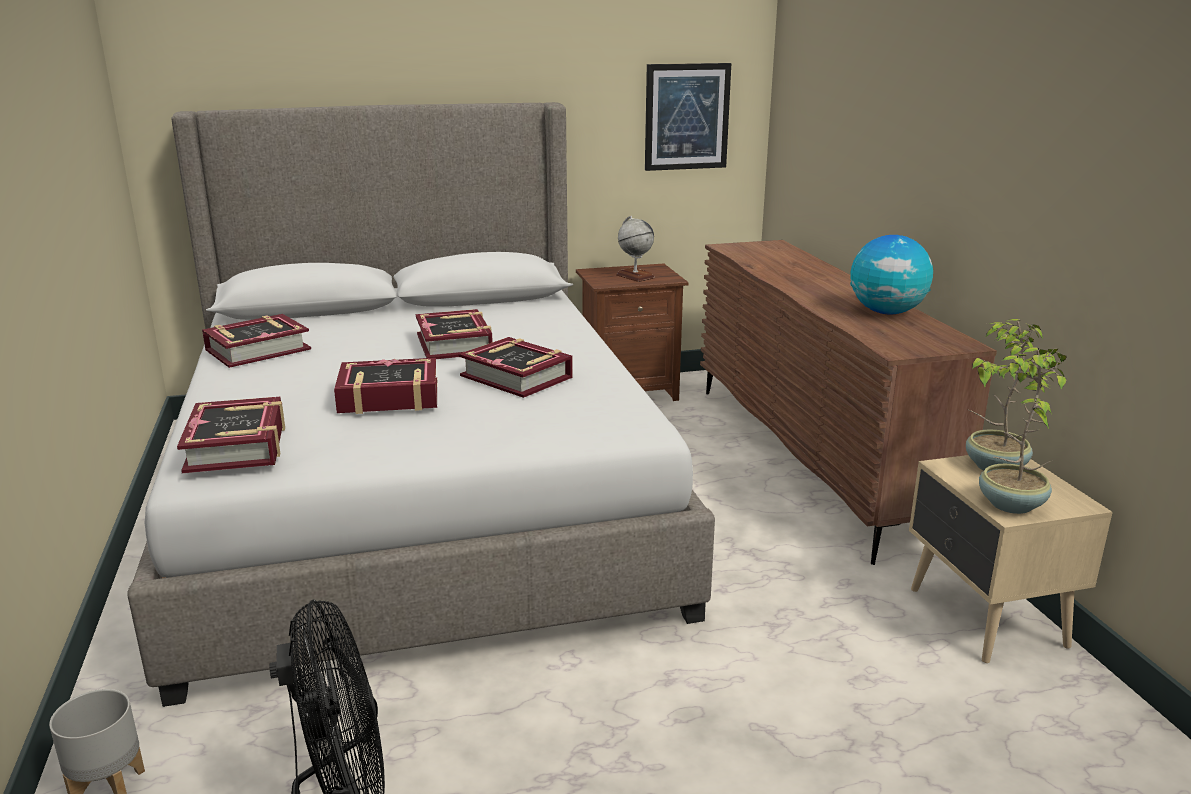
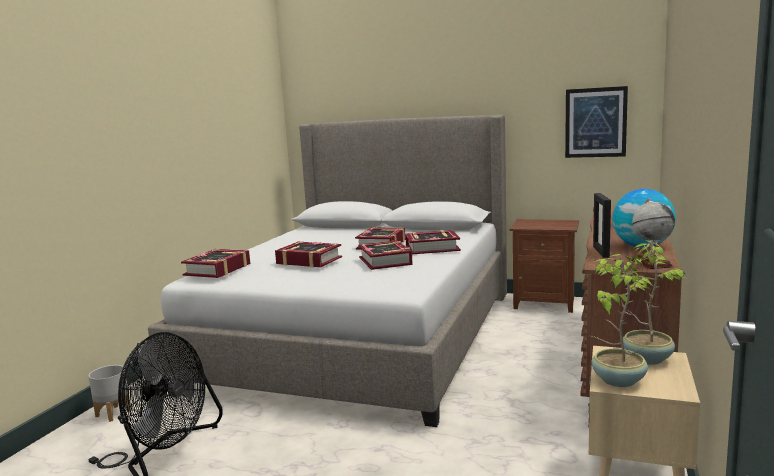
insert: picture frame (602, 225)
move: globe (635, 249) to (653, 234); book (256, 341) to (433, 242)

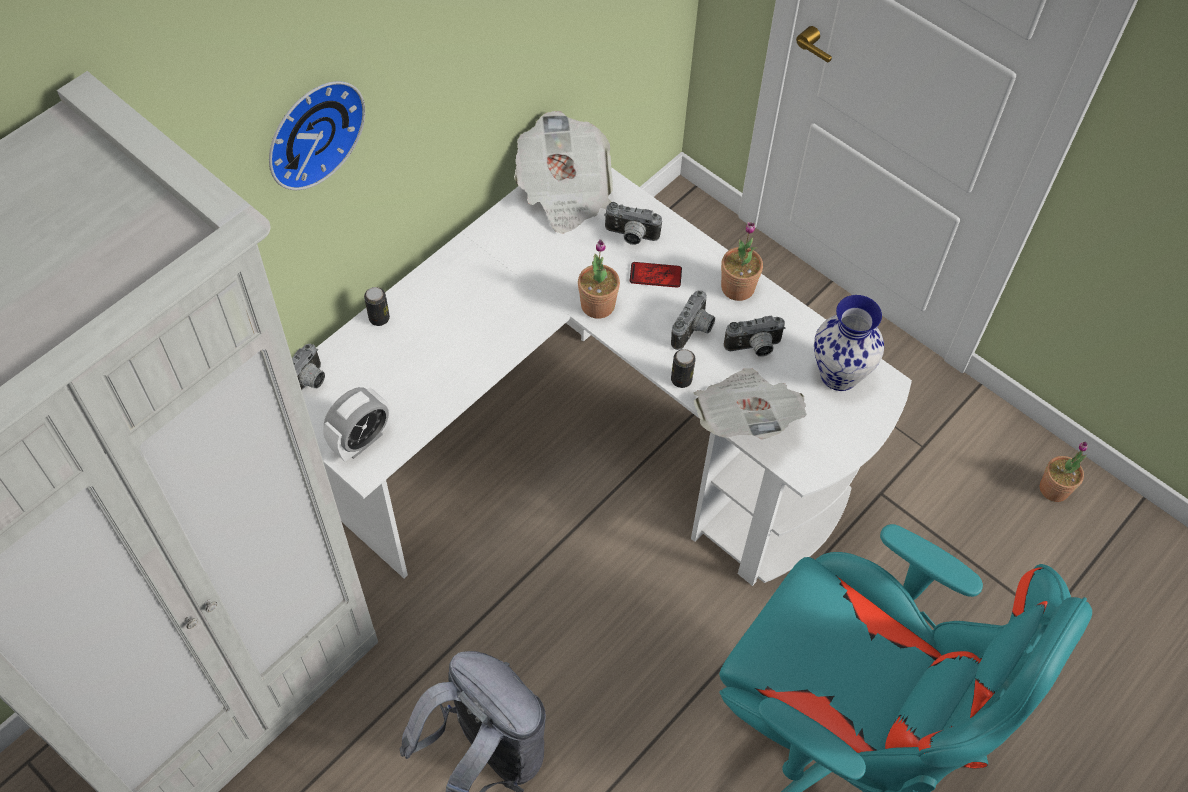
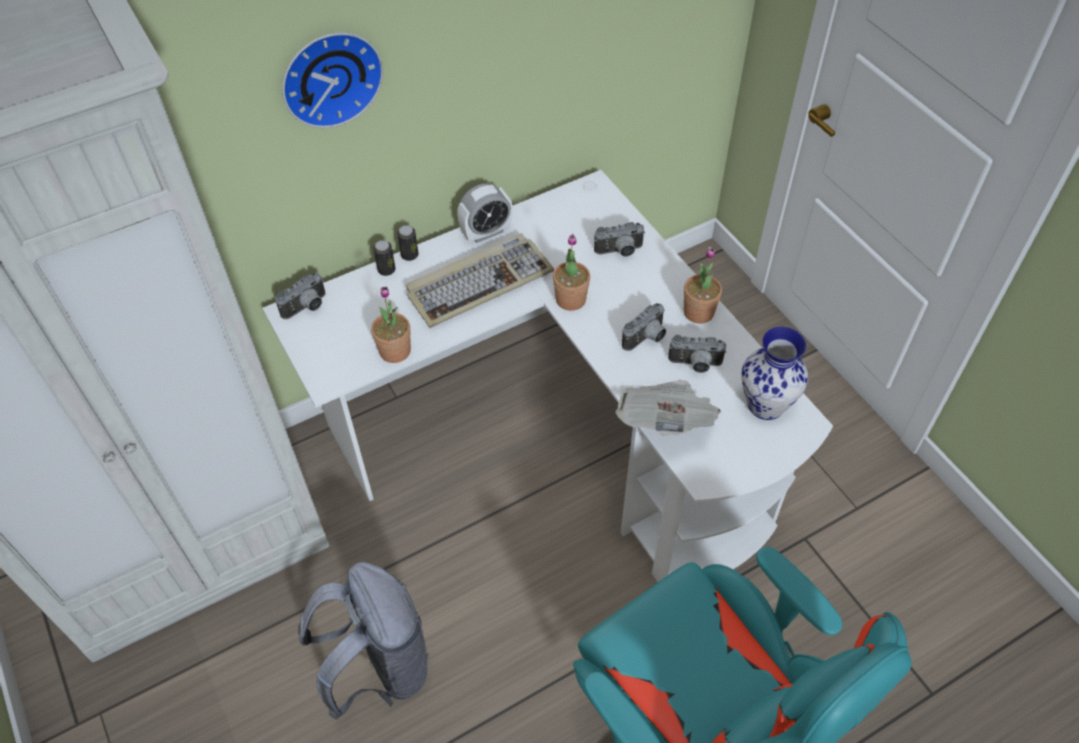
delete: newspaper (563, 172); phone (656, 275)
insert: keyboard (480, 280)
move: can (683, 368) to (408, 243); alarm clock (356, 424) to (485, 213); potted plant (1064, 471) to (391, 325)
rotate: photo camera (633, 223) = (619, 239) 45 degrees counterclockwise

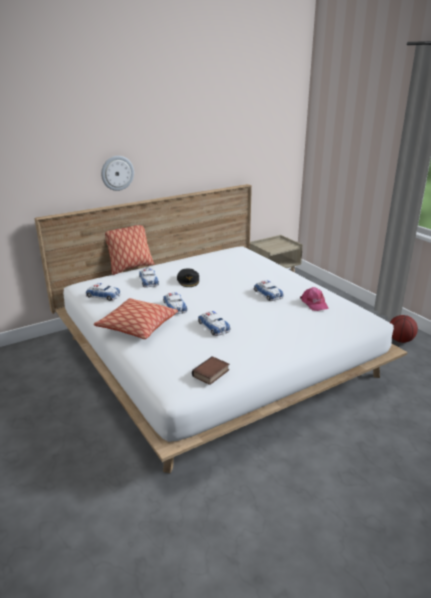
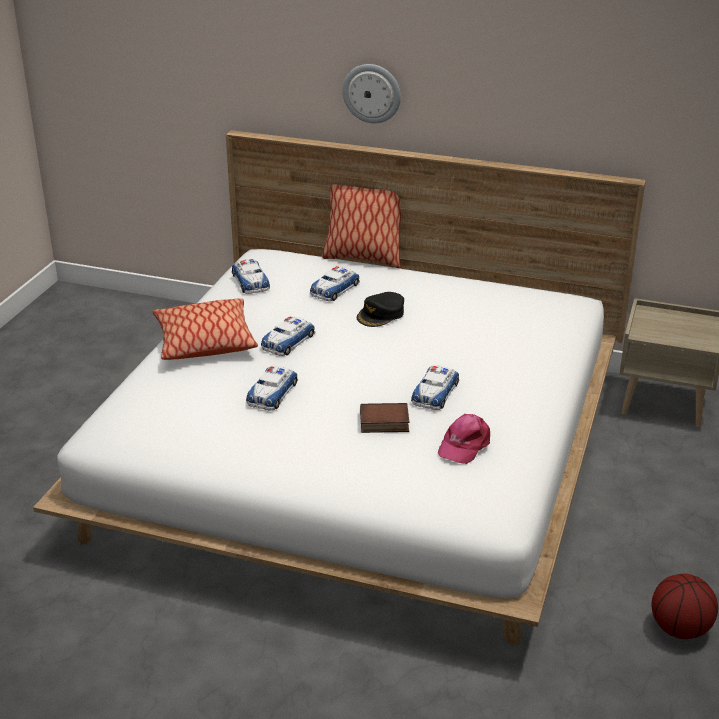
move: book (210, 370) to (384, 418)

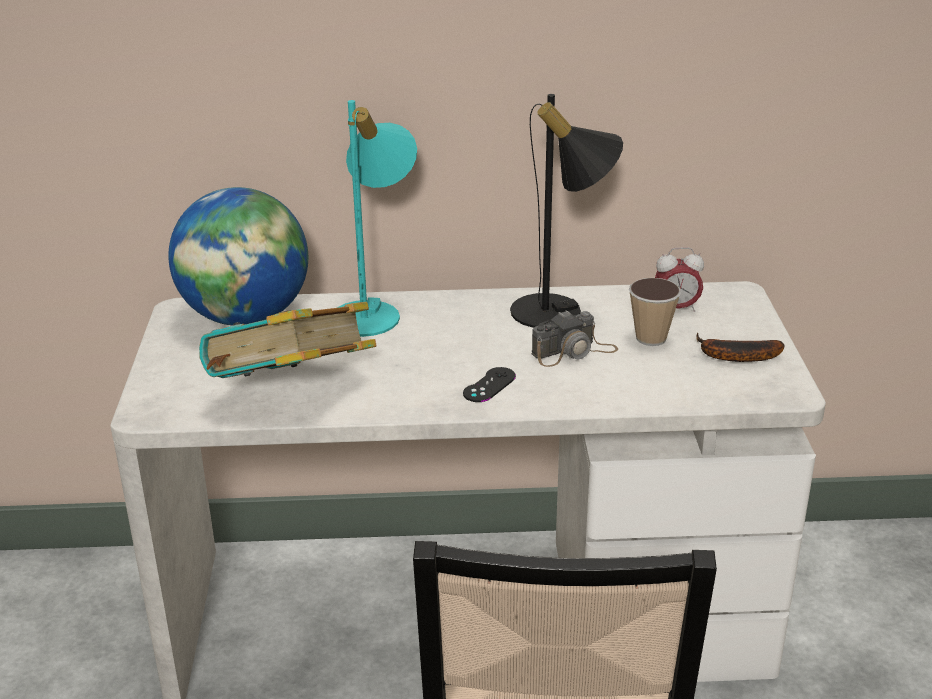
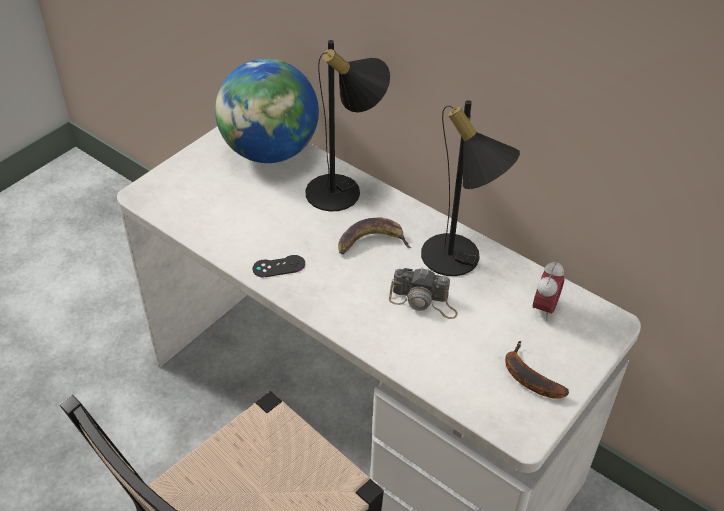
delete: cup (655, 312); book (288, 340)
insert: banana (374, 236)
move: black game controller (489, 384) to (279, 266)
recolor: turquoise table lamp (377, 218) to black table lamp (347, 126)
rotate: alarm clock (679, 279) = (549, 291) 105 degrees counterclockwise

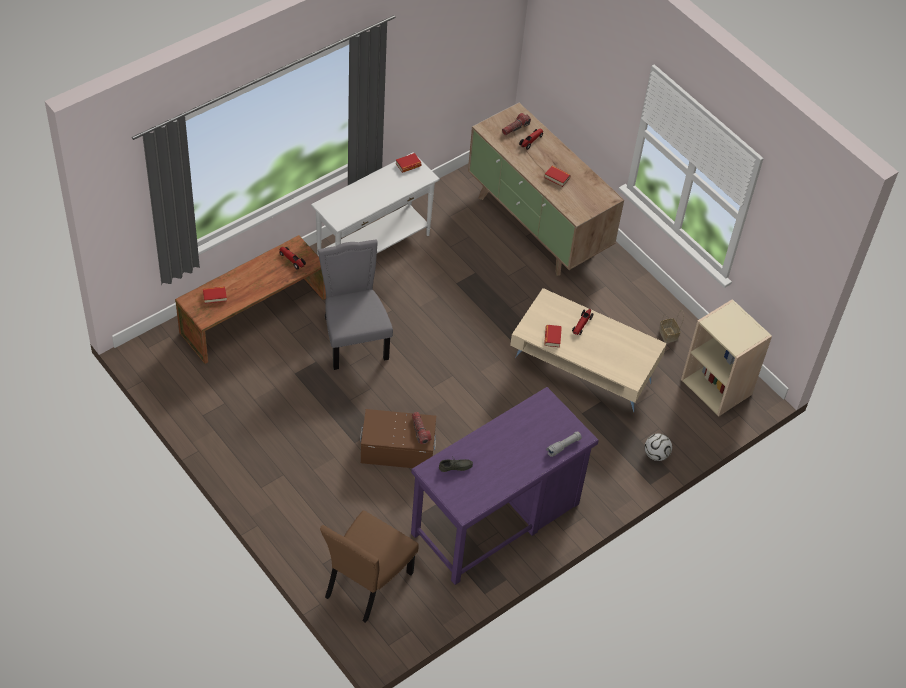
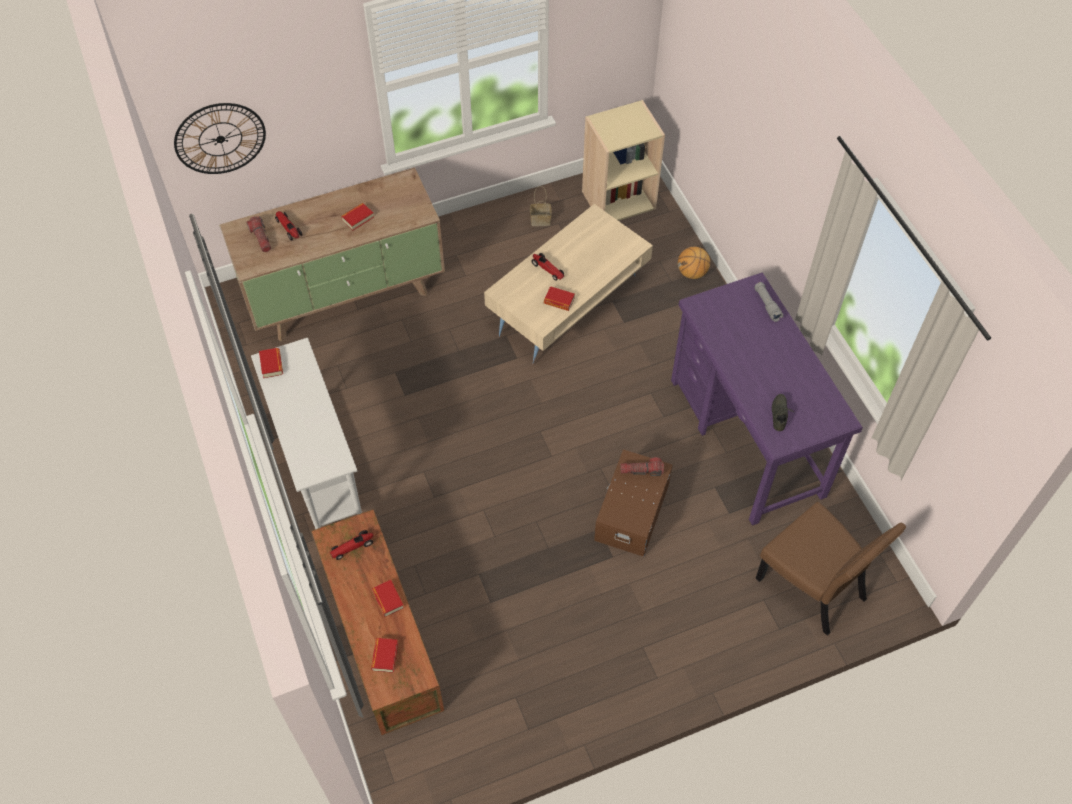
delete: grey chair (355, 304)
insert: wall clock (220, 138); book (388, 598)
replace: football (658, 447) to basketball (694, 263)

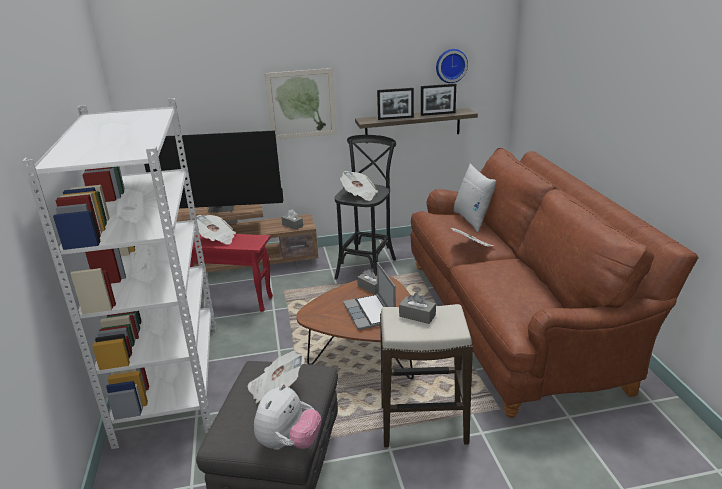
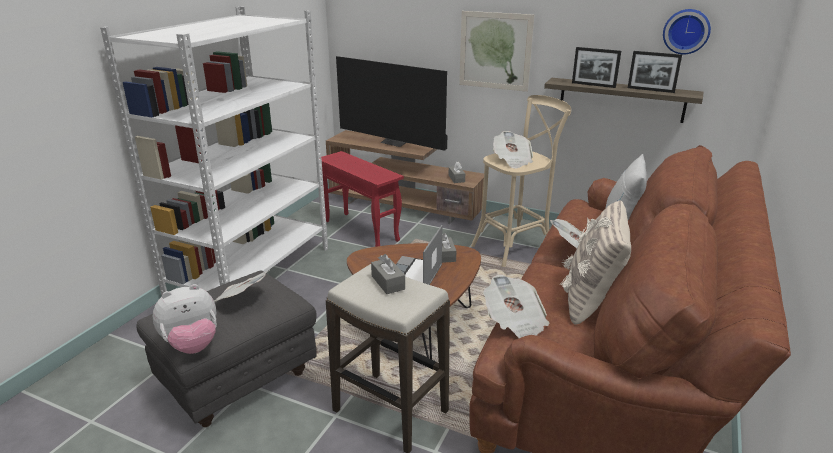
insert: beige pillow (595, 262)
move: newspaper (215, 229) to (516, 306)
recolor: black stool (365, 207) to beige stool (521, 181)

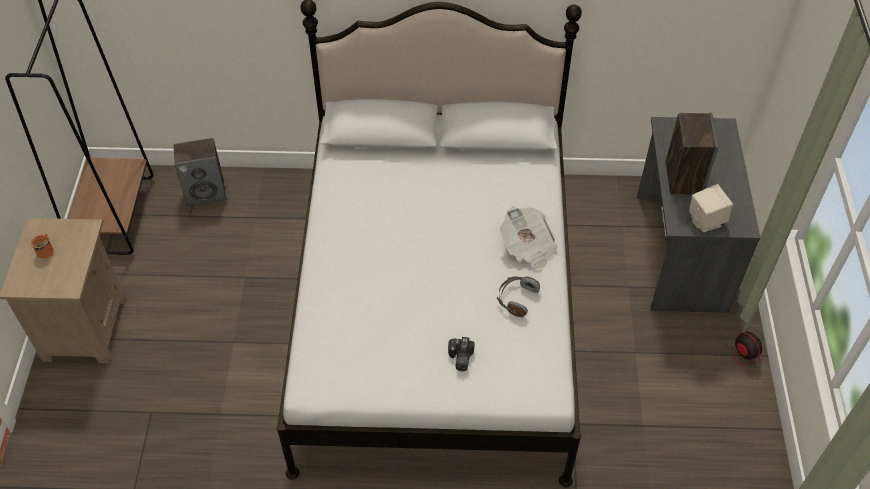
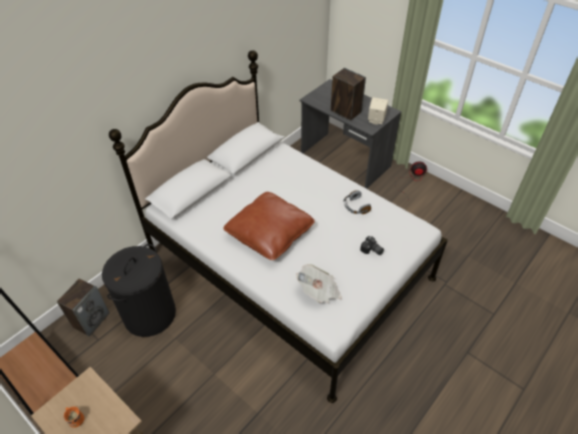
insert: brown pillow (269, 226); black laundry basket (139, 290)
move: newspaper (529, 239) to (319, 283)

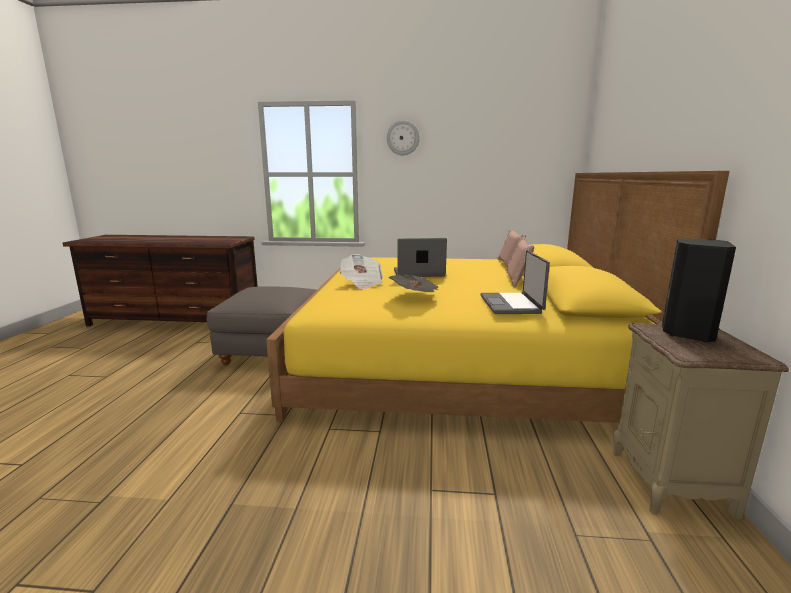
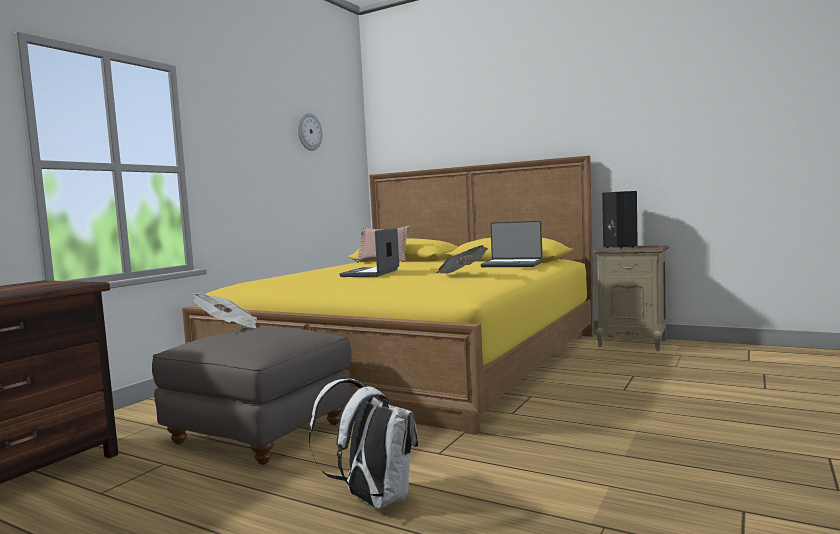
delete: beige pillow (519, 262)
insert: white backpack (363, 444)
move: wall clock (403, 137) to (310, 132); newspaper (361, 271) to (225, 310)

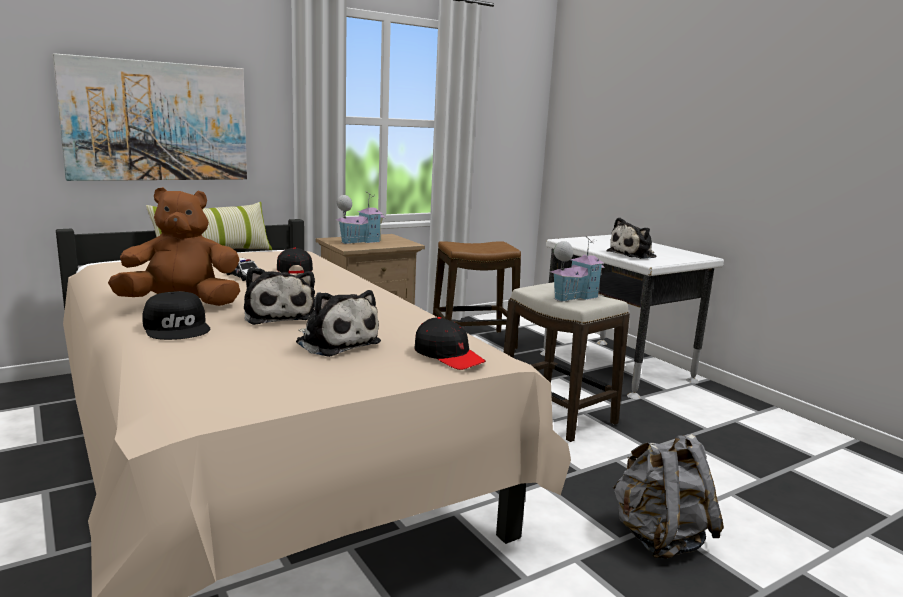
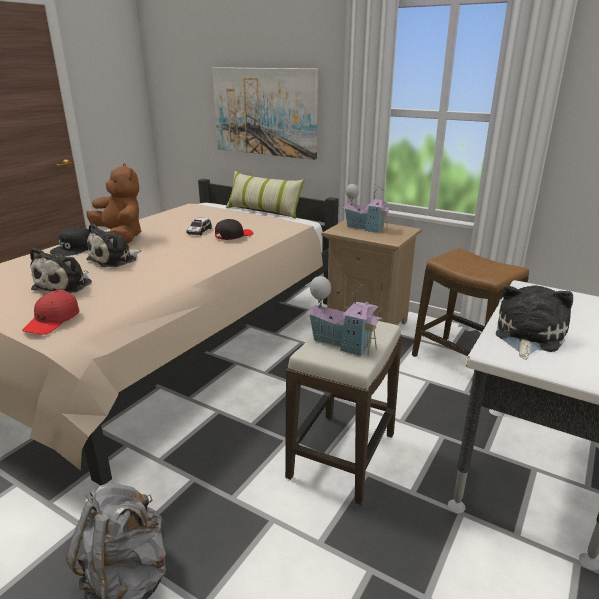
recolor: black cap (450, 343) to red cap (50, 312)
rotate: plush toy (631, 238) = (534, 322) 90 degrees clockwise

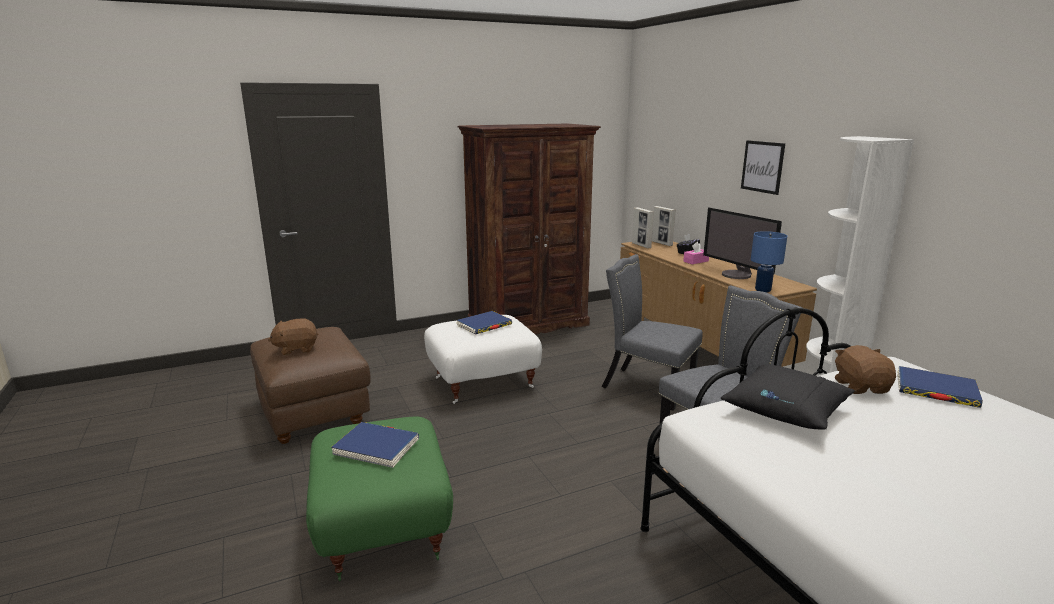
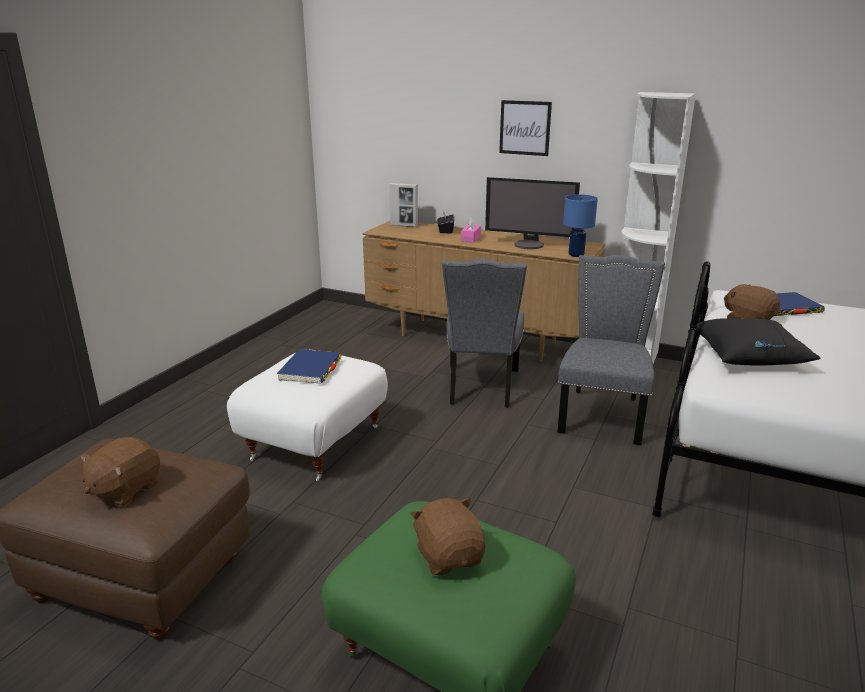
delete: brown wardrobe (529, 229); picture frame (643, 227)
replace: blue book (375, 445) to brown plush toy (448, 536)
rotate: grey chair (652, 332) = (484, 333) 75 degrees counterclockwise

